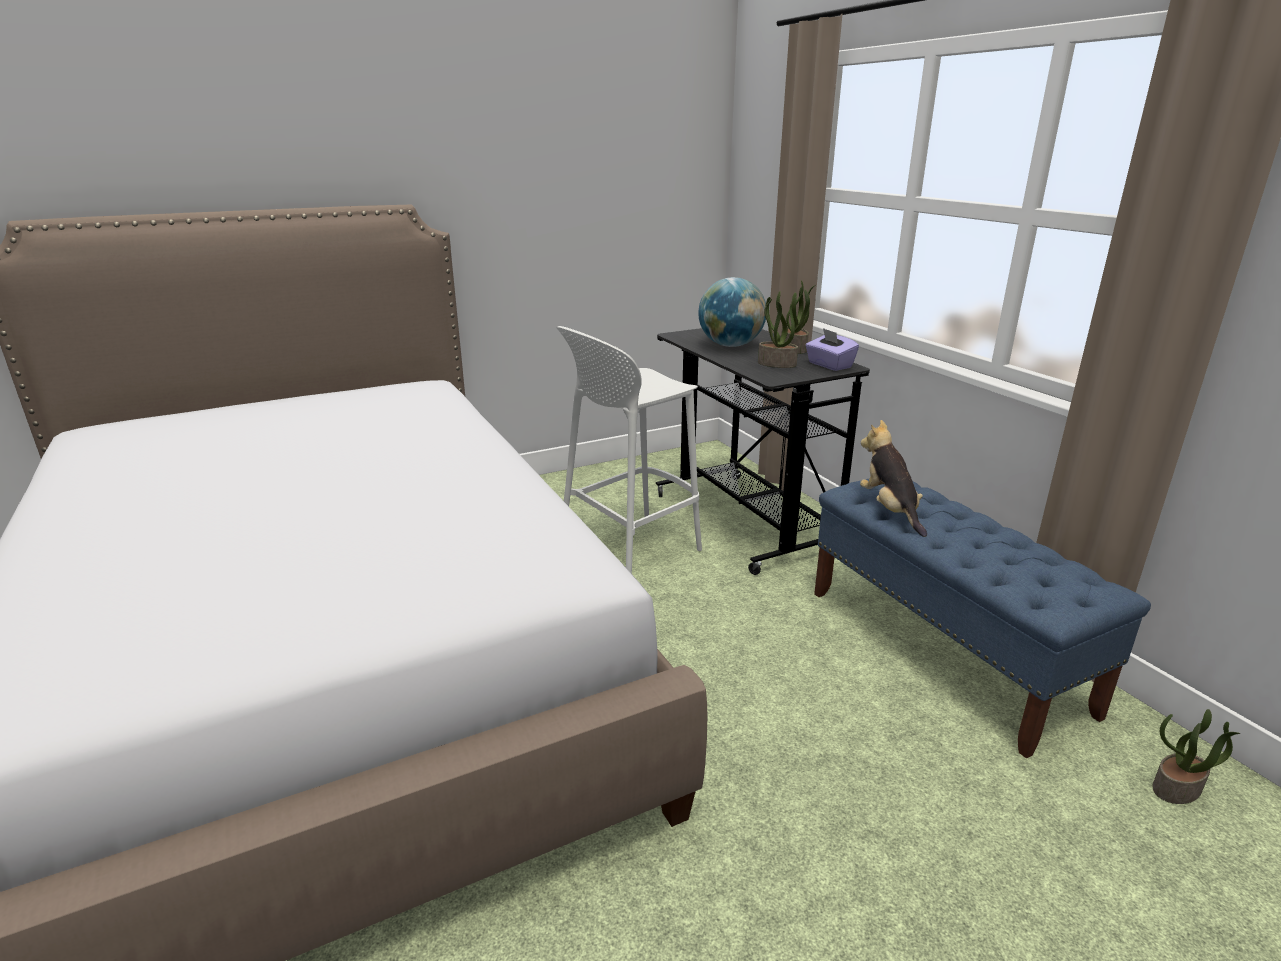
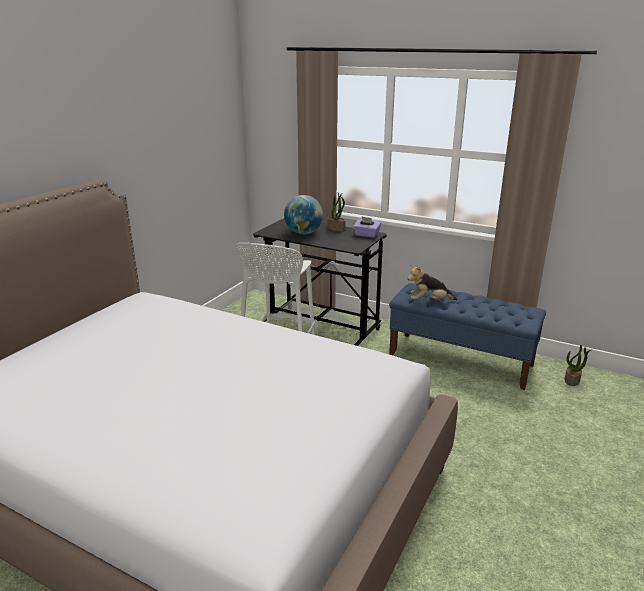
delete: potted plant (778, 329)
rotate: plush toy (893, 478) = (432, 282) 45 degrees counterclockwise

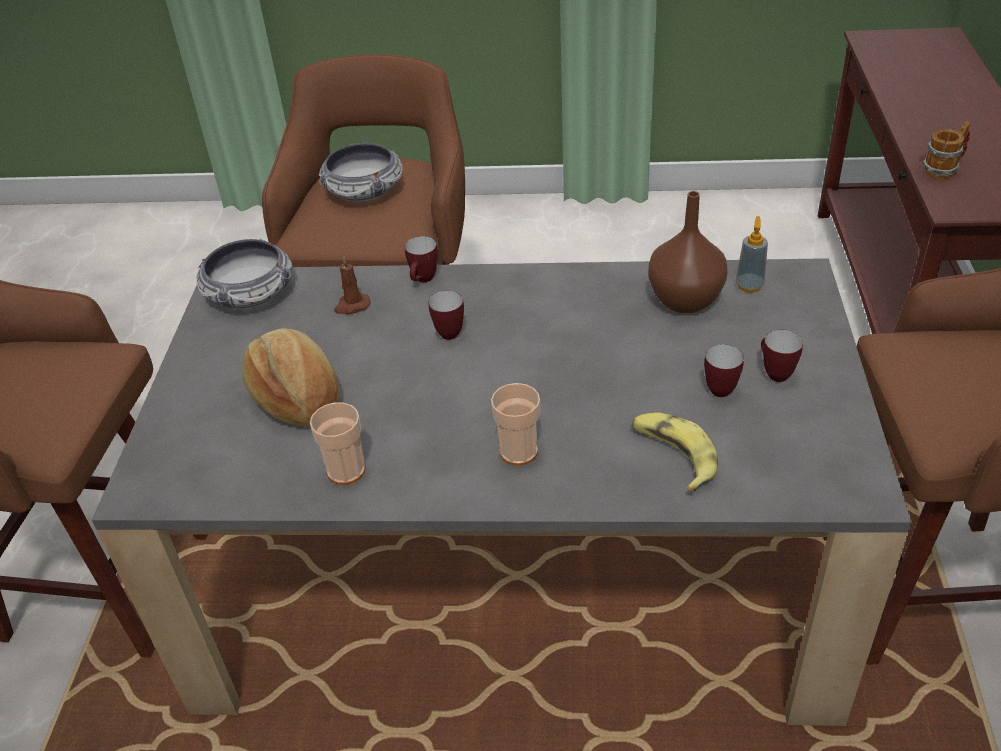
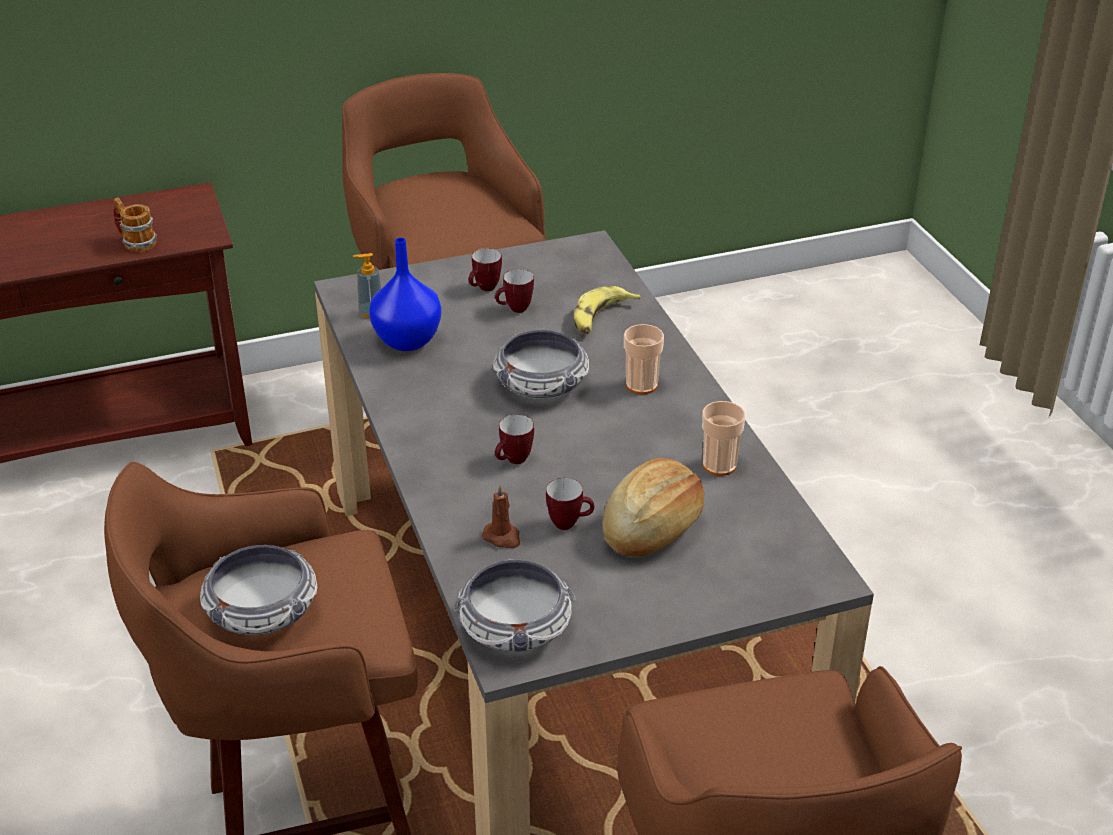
insert: bowl (541, 364)
move: mug (421, 259) to (570, 504)
recolor: brown vase (687, 252) to blue vase (405, 294)

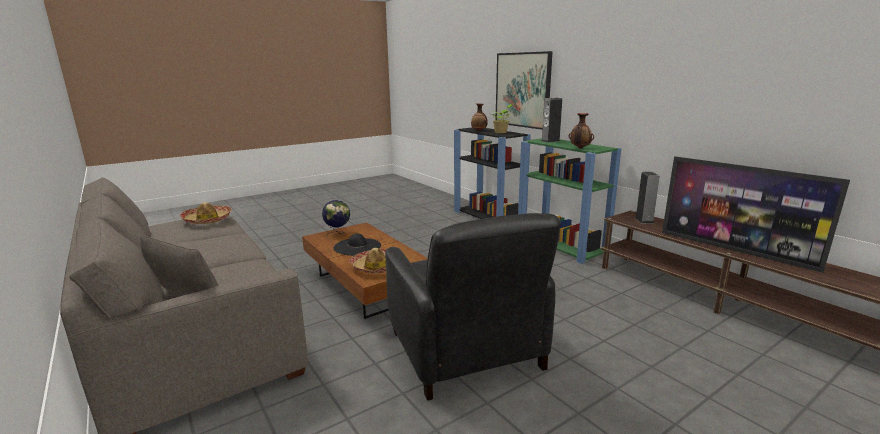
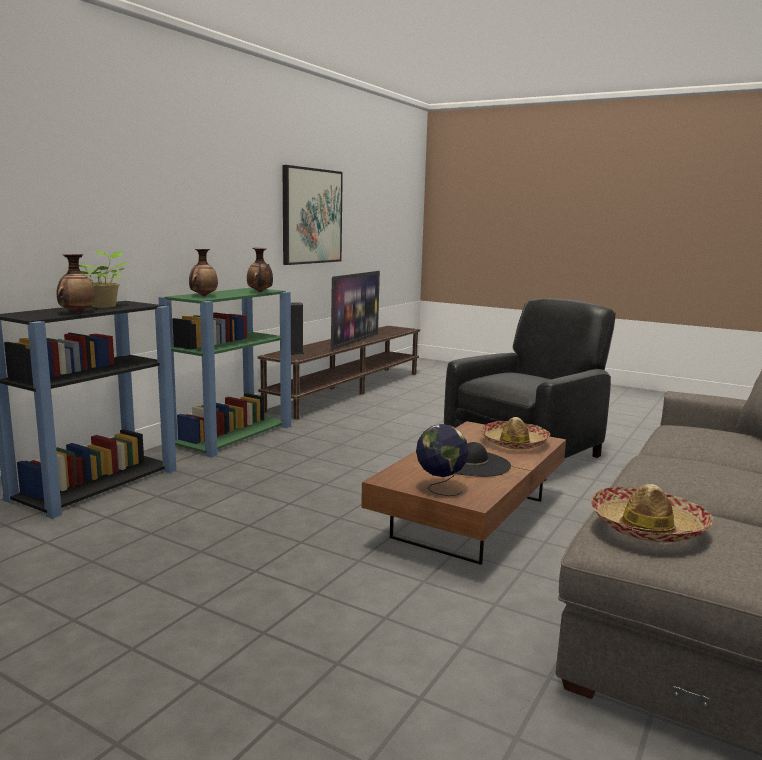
move: picture (524, 90) to (313, 215)
replace: speaker (551, 120) to vase (203, 272)

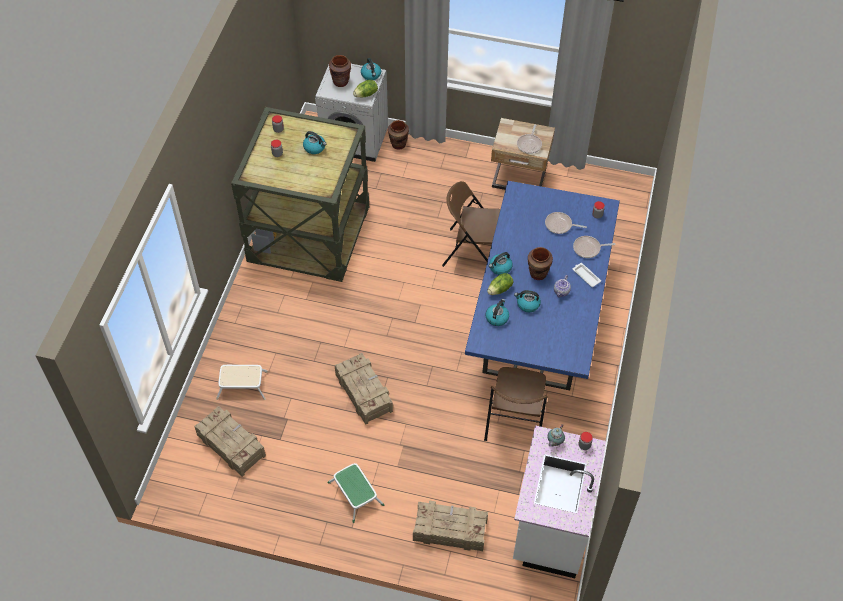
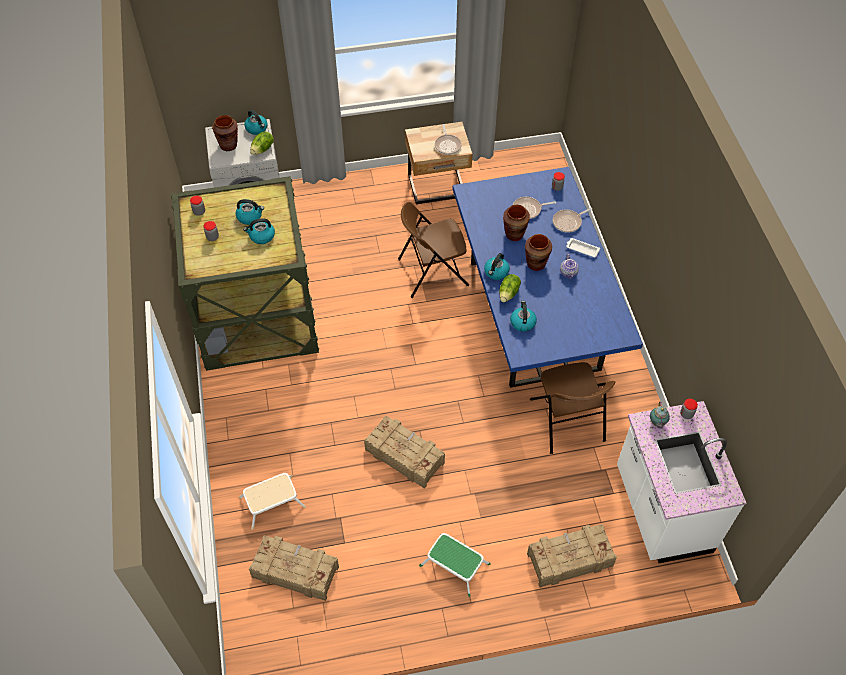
move: brown vase (398, 135) to (516, 223); kettle (527, 301) to (259, 231)

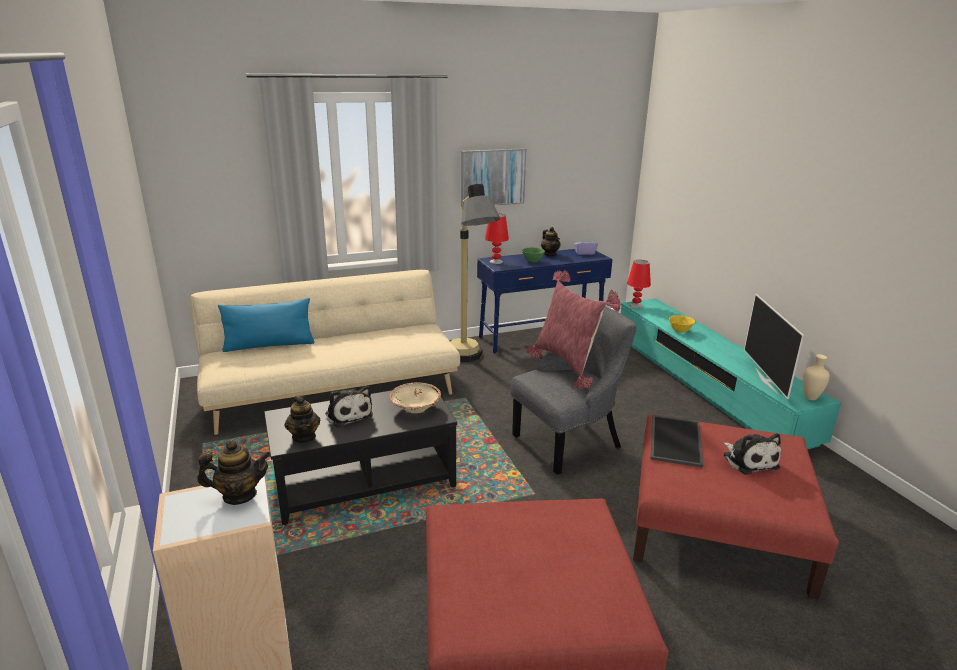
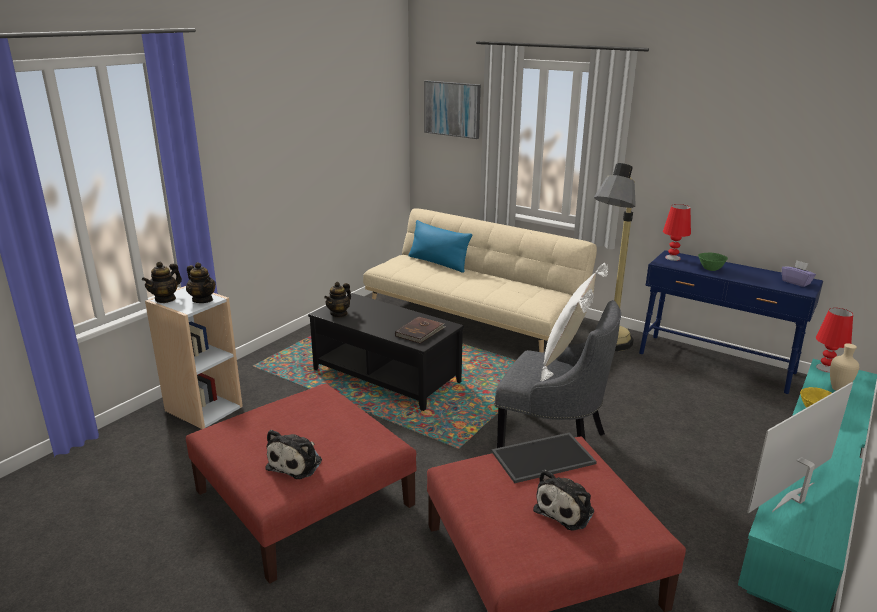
move: picture (493, 177) to (452, 110); teapot (551, 241) to (162, 282); beige vase (816, 377) to (844, 367); plush toy (349, 407) to (294, 454)
replace: beige bowl (415, 397) to brown book (420, 330)
recolor: red pillow (573, 330) to white pillow (574, 322)

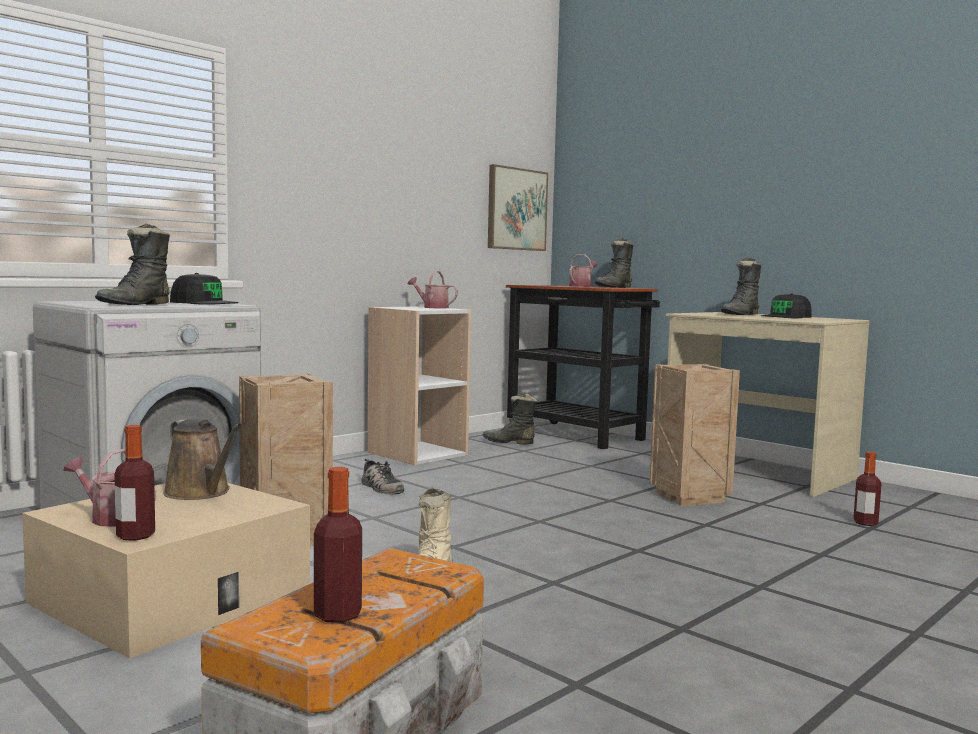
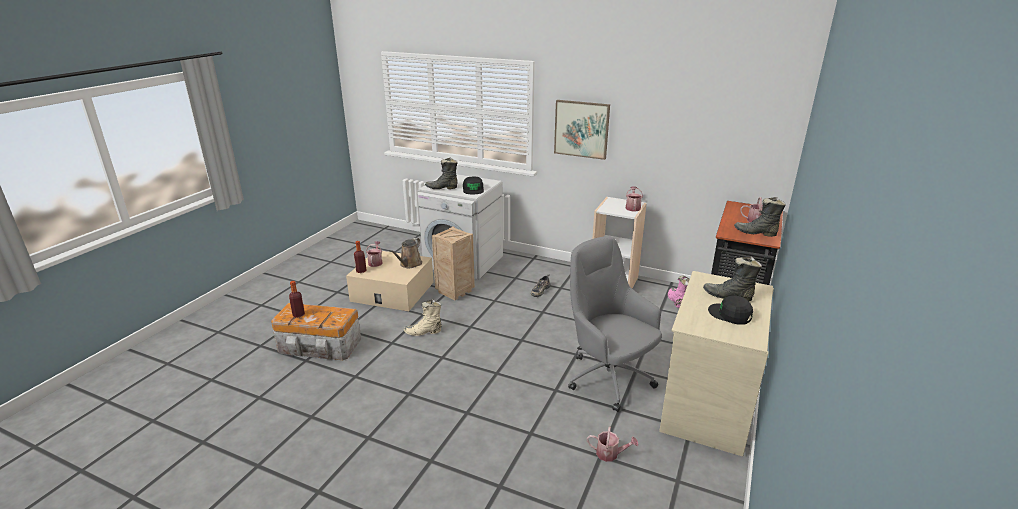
move: picture (518, 207) to (582, 130)
replace: crate (694, 435) to grey office chair (615, 324); bottle (867, 489) to watering can (613, 444)
recolor: black boot (510, 419) to pink boot (679, 291)

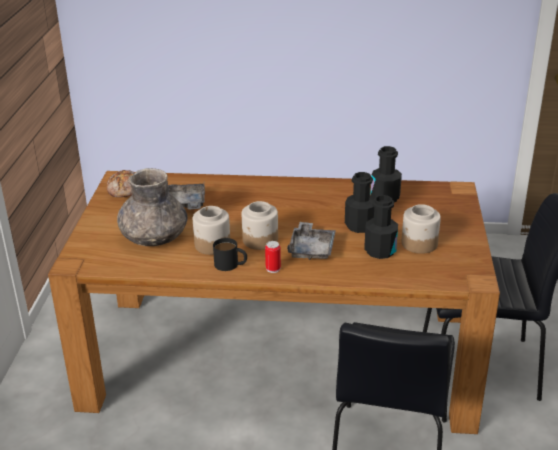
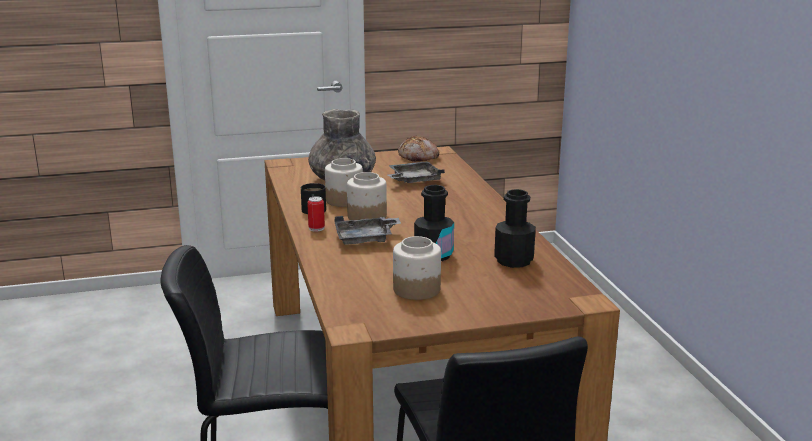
delete: black bottle (381, 227)

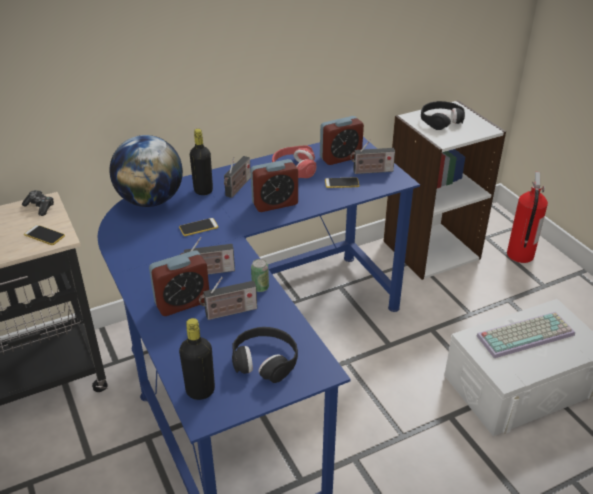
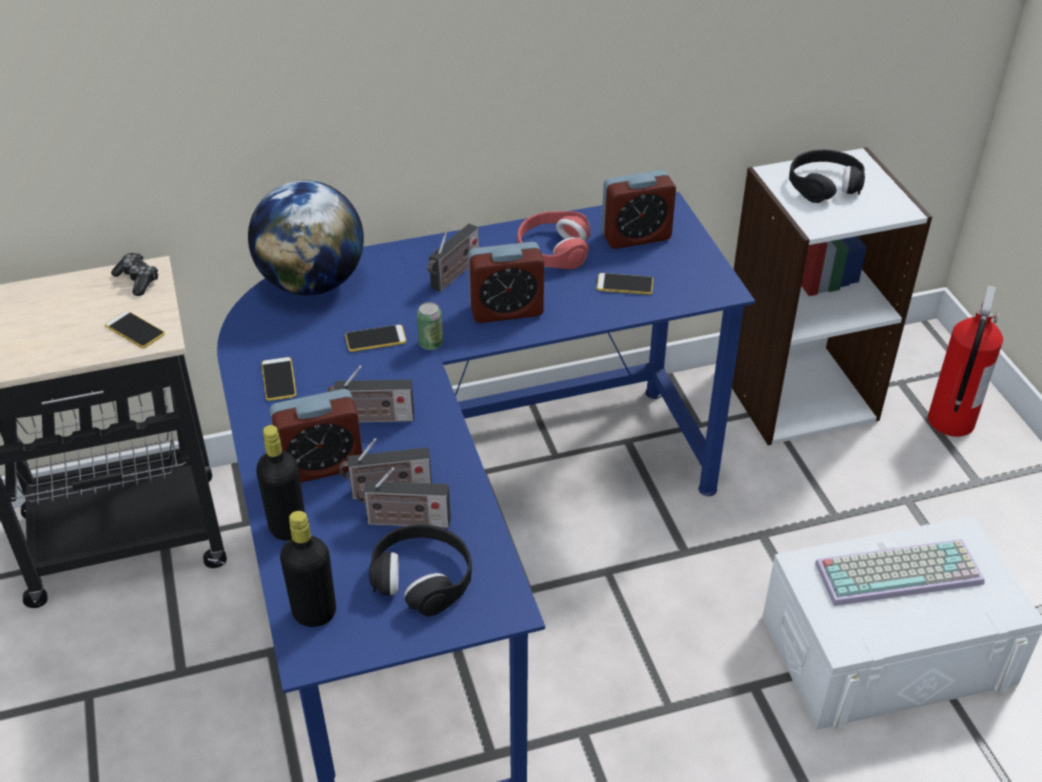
insert: phone (279, 379)
move: black bottle (201, 162) to (280, 483); radio (372, 156) to (403, 498); can (260, 275) to (430, 326)

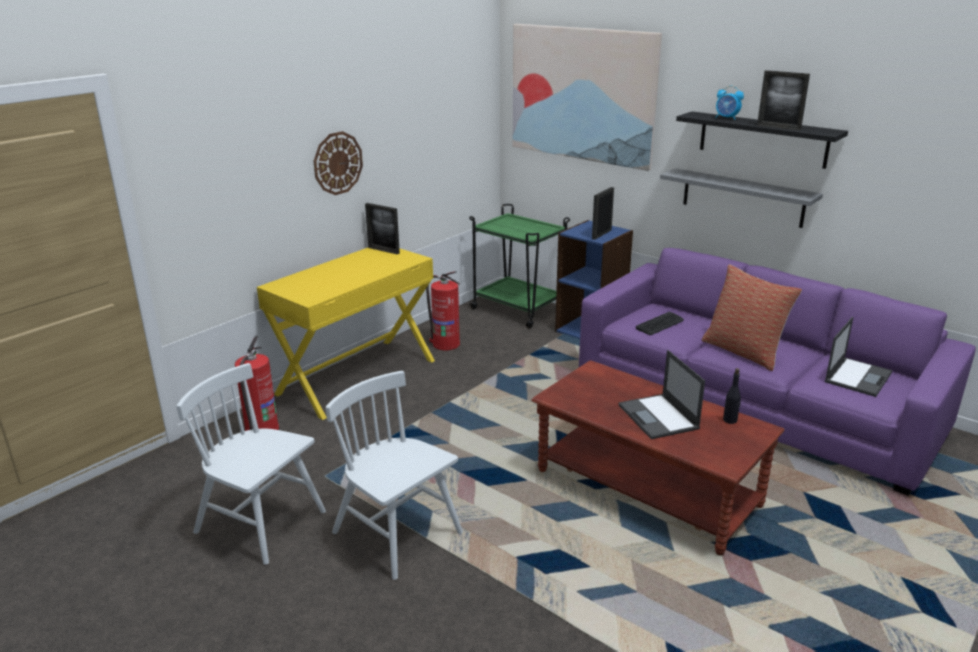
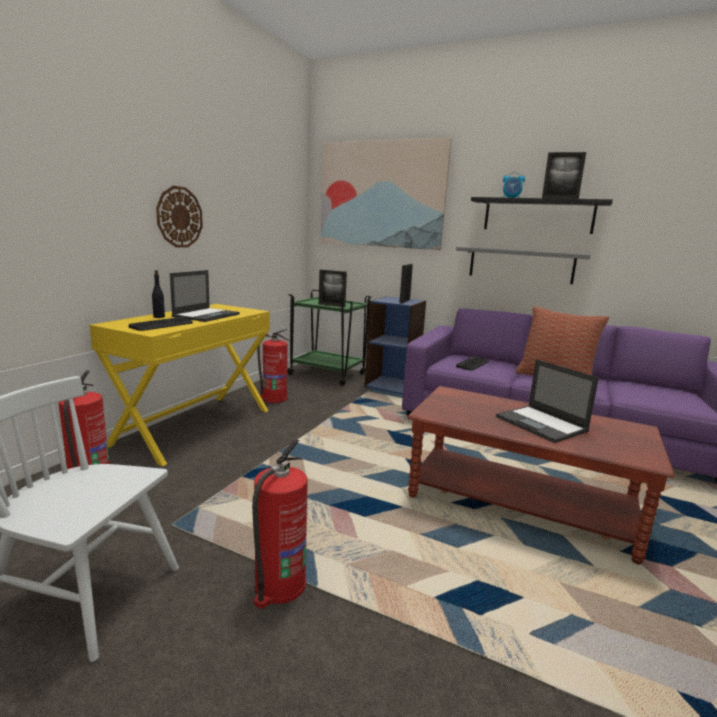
insert: keyboard (161, 324)
move: picture frame (382, 228) to (333, 288); laptop (858, 357) to (205, 296); black bottle (732, 396) to (158, 294)
replace: white chair (394, 475) to fire extinguisher (280, 524)

